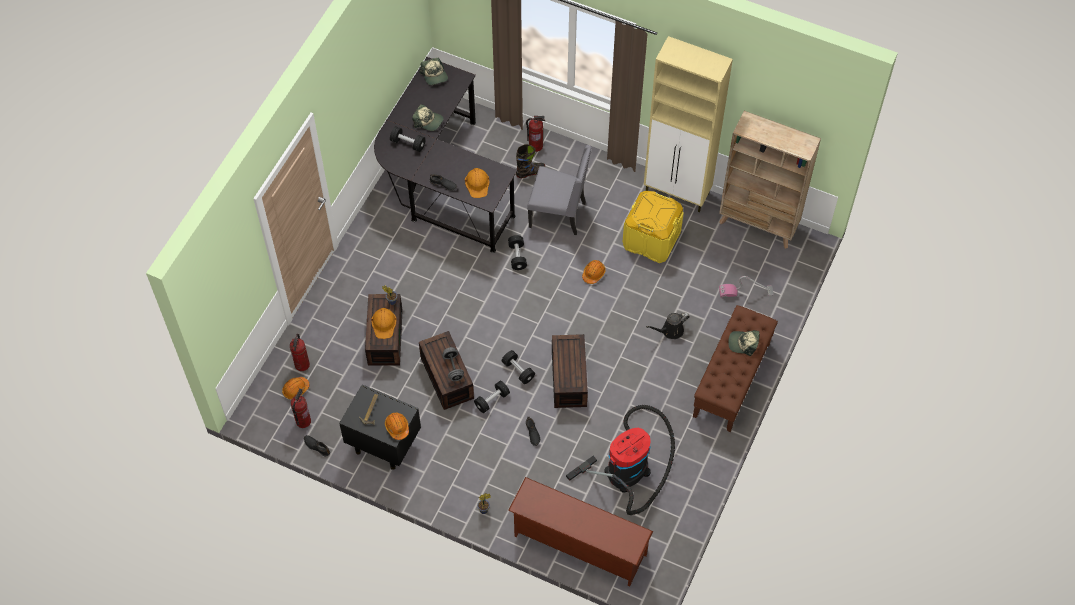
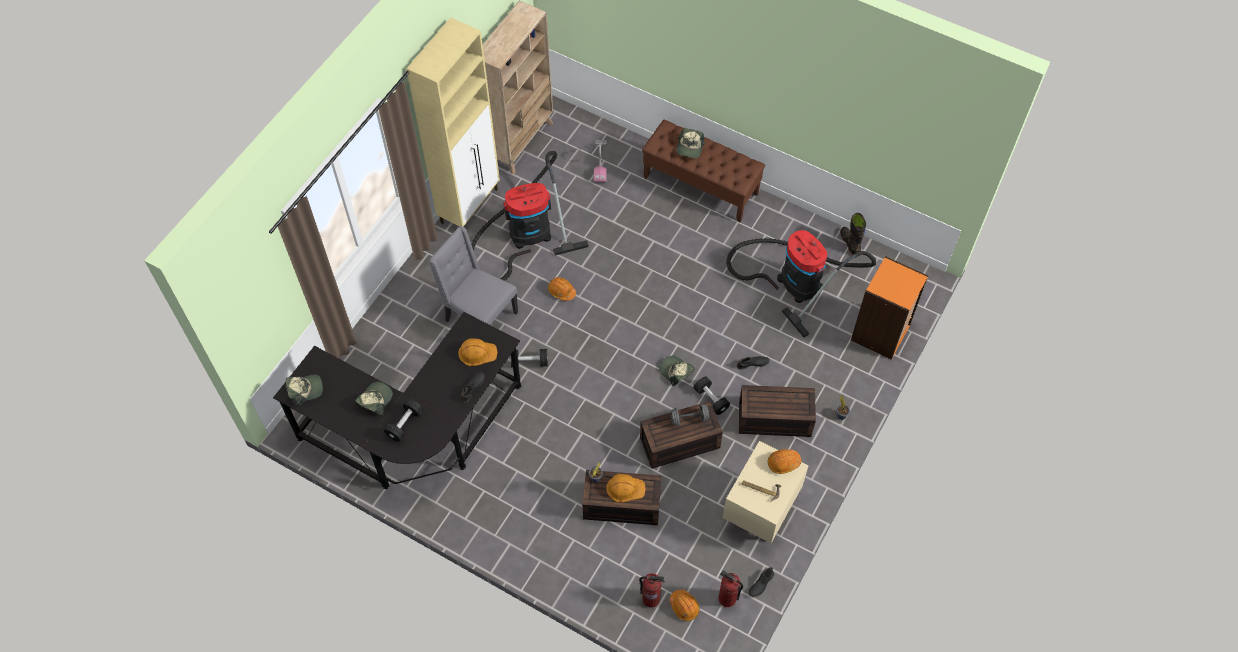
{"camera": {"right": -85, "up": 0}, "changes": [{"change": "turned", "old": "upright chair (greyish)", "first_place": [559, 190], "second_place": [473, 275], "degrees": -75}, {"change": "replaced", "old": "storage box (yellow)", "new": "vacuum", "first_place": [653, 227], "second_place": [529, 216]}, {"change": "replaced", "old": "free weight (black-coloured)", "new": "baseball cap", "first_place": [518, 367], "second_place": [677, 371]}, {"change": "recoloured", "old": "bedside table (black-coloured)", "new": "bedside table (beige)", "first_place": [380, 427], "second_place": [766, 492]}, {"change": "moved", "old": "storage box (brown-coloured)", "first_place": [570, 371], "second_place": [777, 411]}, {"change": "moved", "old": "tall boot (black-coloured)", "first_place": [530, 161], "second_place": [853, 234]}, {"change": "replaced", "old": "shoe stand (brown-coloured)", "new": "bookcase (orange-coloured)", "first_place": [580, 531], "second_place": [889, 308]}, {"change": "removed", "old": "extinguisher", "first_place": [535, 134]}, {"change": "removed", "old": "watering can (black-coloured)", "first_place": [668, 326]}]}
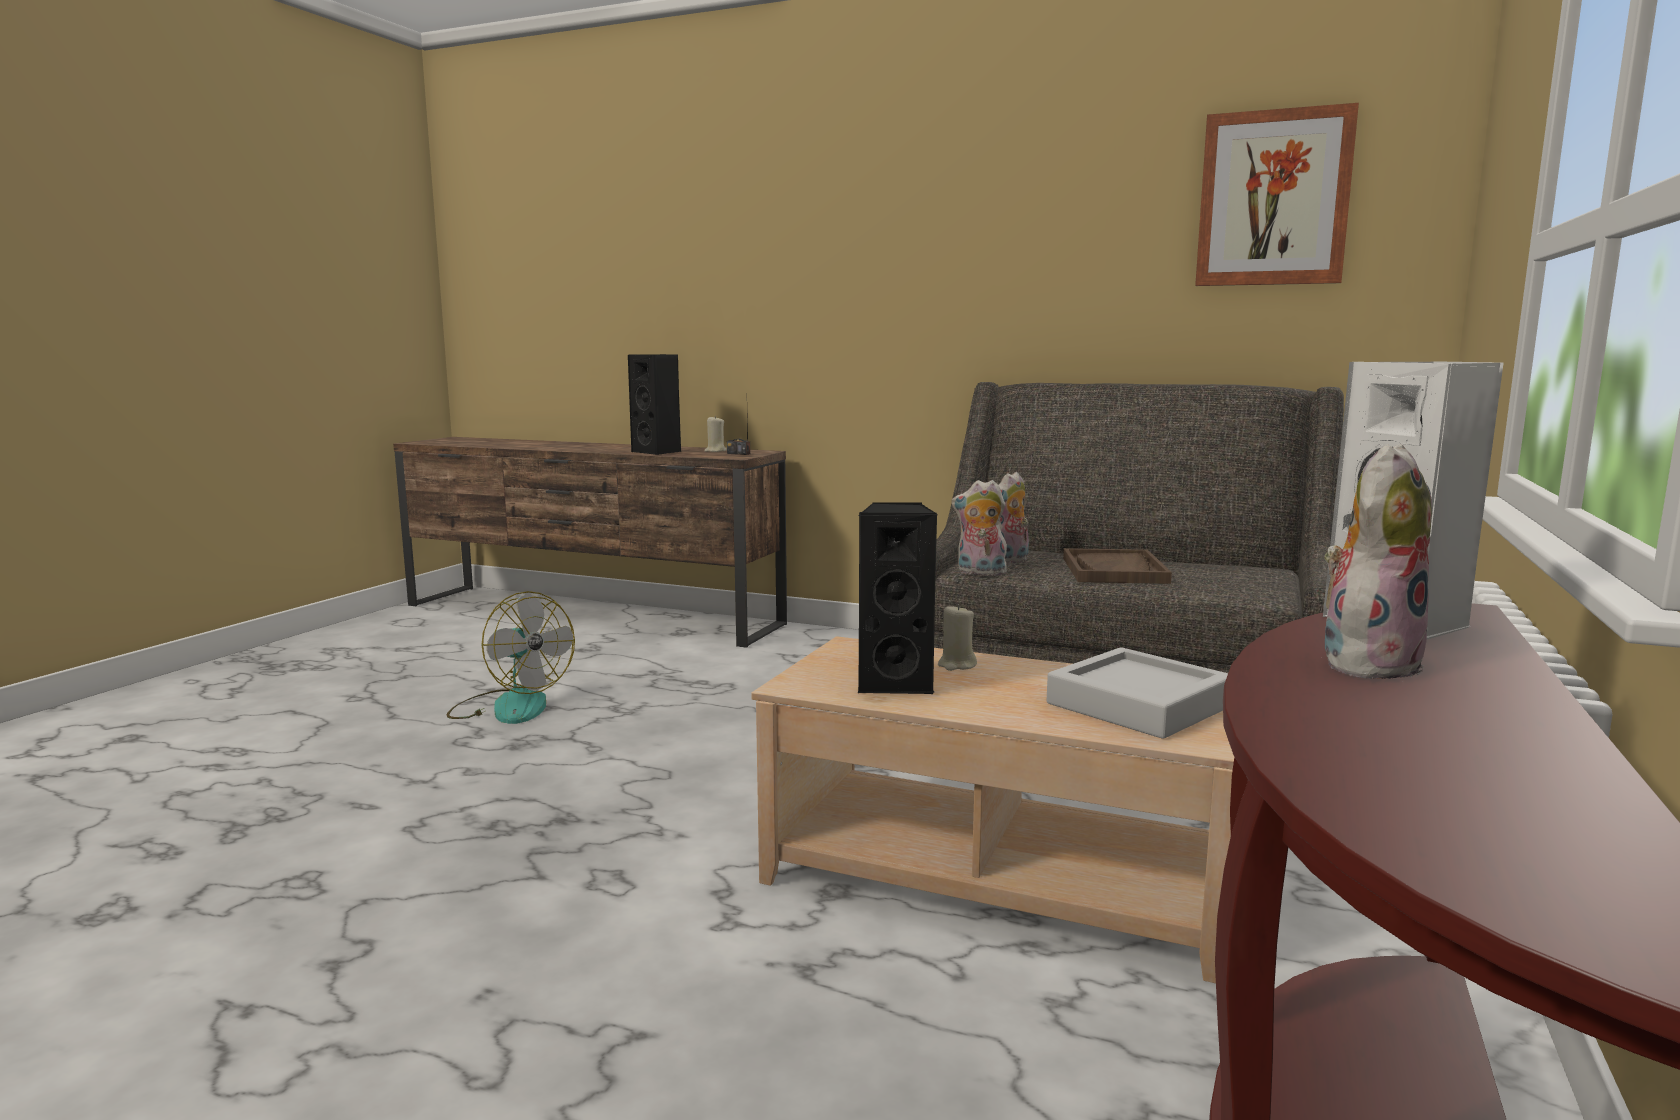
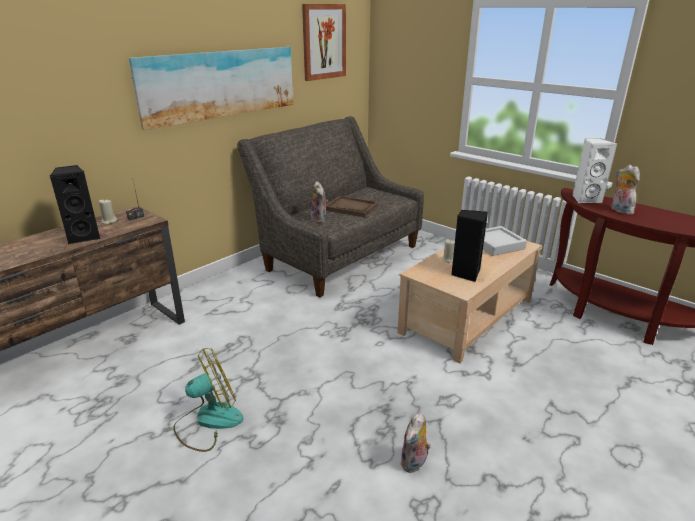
{"camera": {"right": -70, "up": 15}, "changes": [{"change": "added", "new": "wall picture", "second_place": [211, 88]}, {"change": "moved", "old": "cuddly toy", "first_place": [979, 528], "second_place": [415, 442]}]}
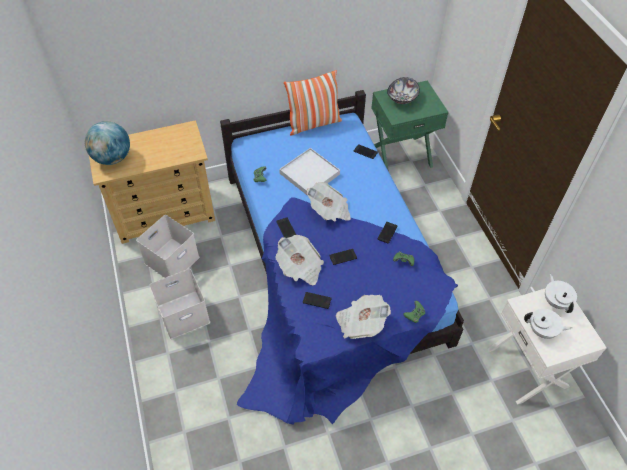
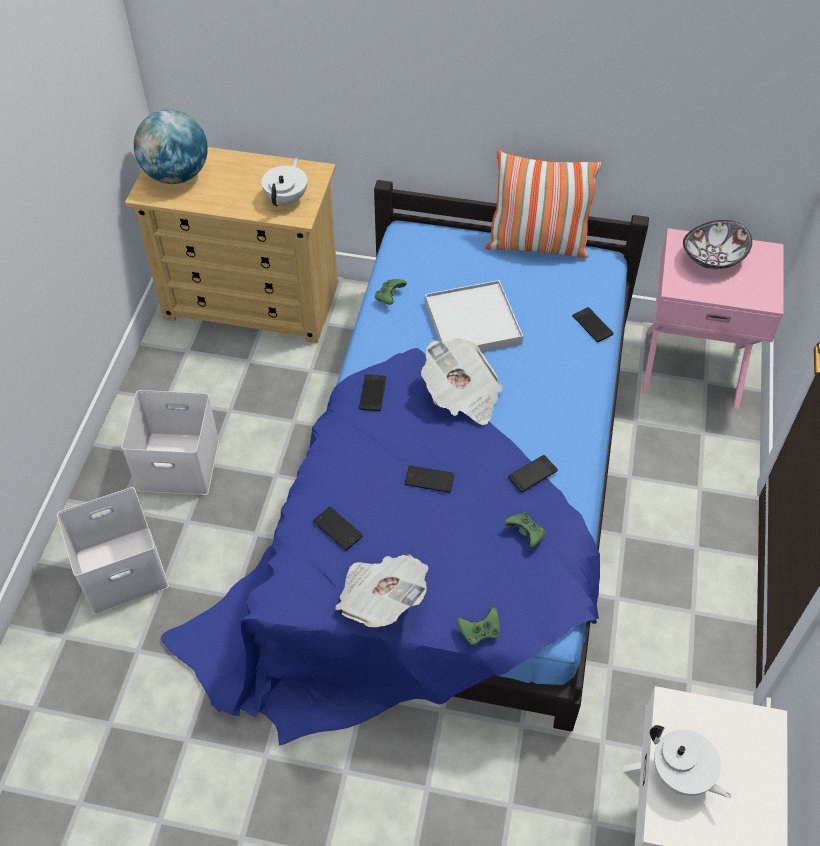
{"camera": {"right": 30, "up": 0}, "changes": [{"change": "moved", "old": "storage box (white)", "first_place": [167, 249], "second_place": [113, 551]}, {"change": "moved", "old": "pot for tea (white)", "first_place": [561, 293], "second_place": [284, 182]}, {"change": "recoloured", "old": "bedside table (green-coloured)", "new": "bedside table (pink-coloured)", "first_place": [409, 125], "second_place": [713, 318]}, {"change": "removed", "old": "daily paper", "first_place": [299, 260]}]}
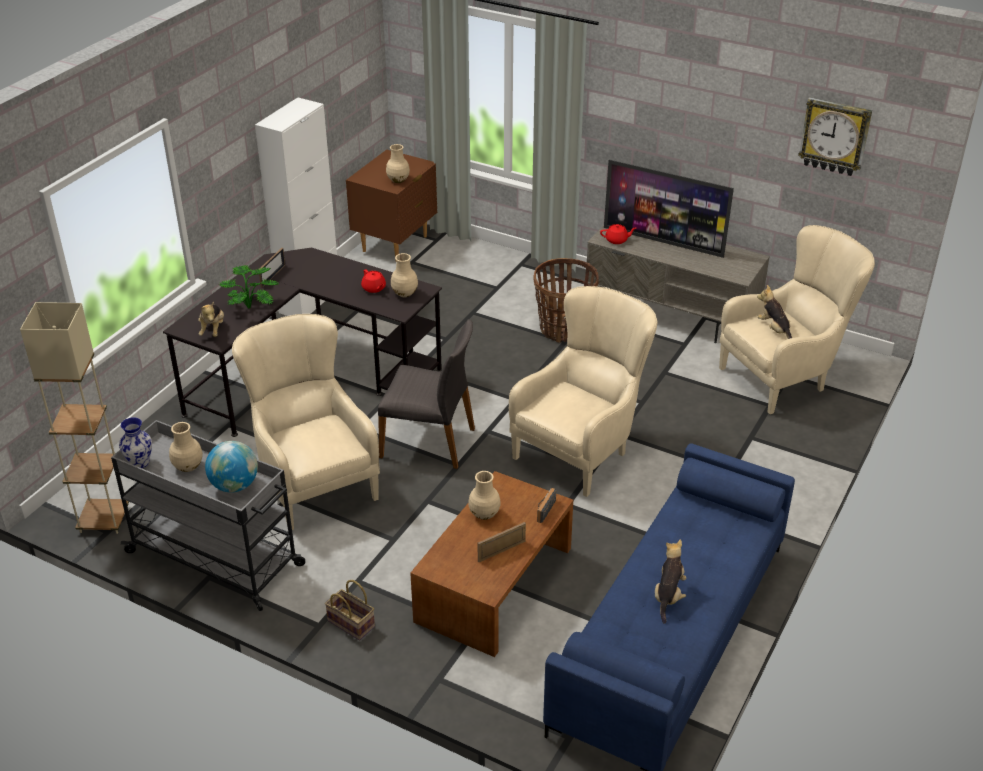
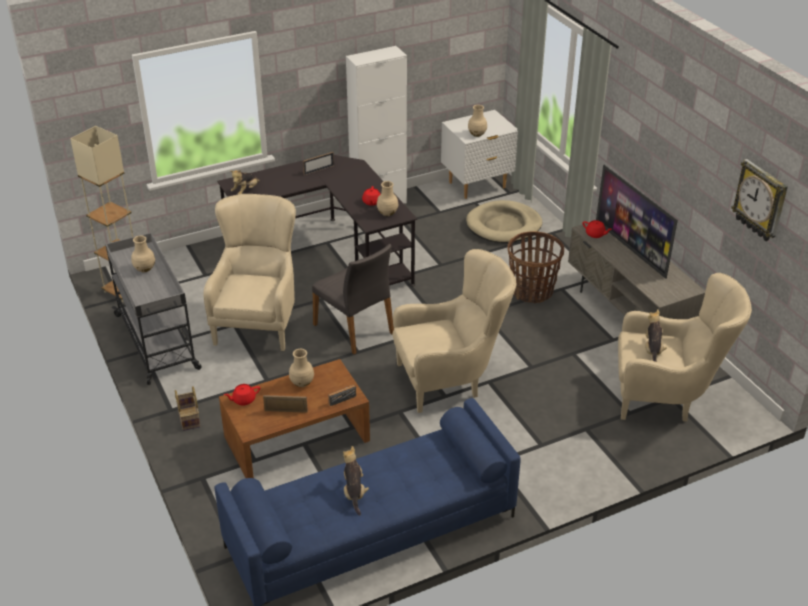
{"camera": {"right": 35, "up": 0}, "changes": [{"change": "added", "new": "pot for tea (red-coloured)", "second_place": [242, 394]}, {"change": "turned", "old": "cuddly toy", "first_place": [670, 581], "second_place": [356, 481], "degrees": -60}, {"change": "recoloured", "old": "bedside table (brown-coloured)", "new": "bedside table (white)", "first_place": [391, 203], "second_place": [479, 154]}, {"change": "added", "new": "dog cushion (beige)", "second_place": [504, 221]}, {"change": "removed", "old": "decorative vase", "first_place": [135, 442]}, {"change": "removed", "old": "desk globe", "first_place": [231, 467]}, {"change": "removed", "old": "potted plant", "first_place": [249, 287]}]}
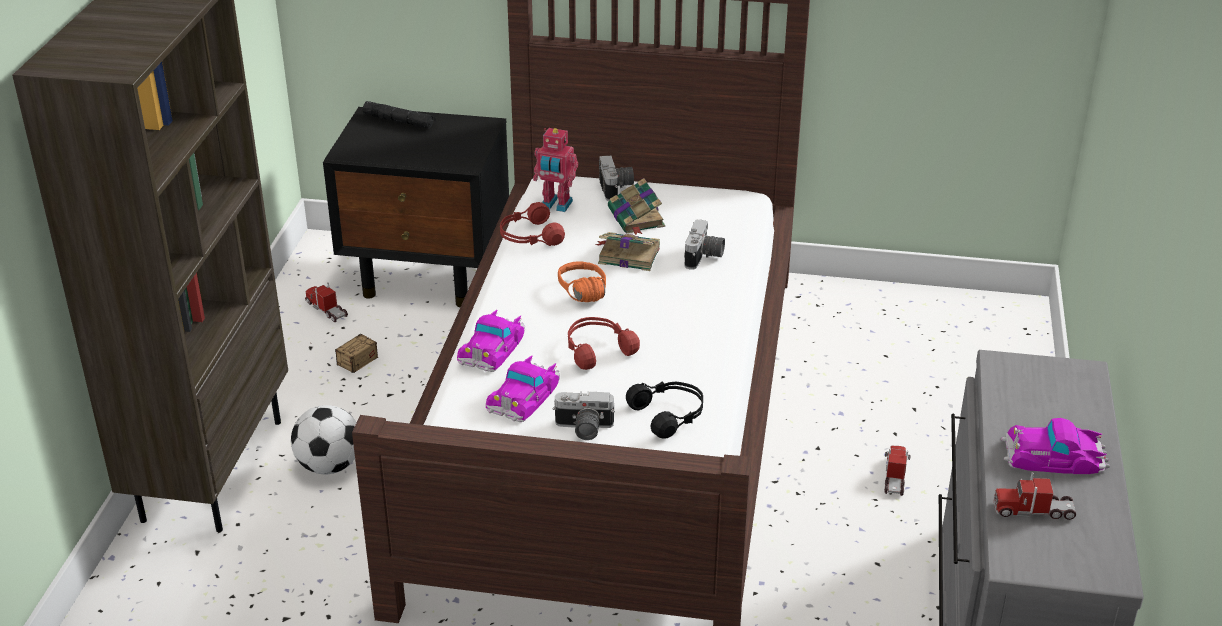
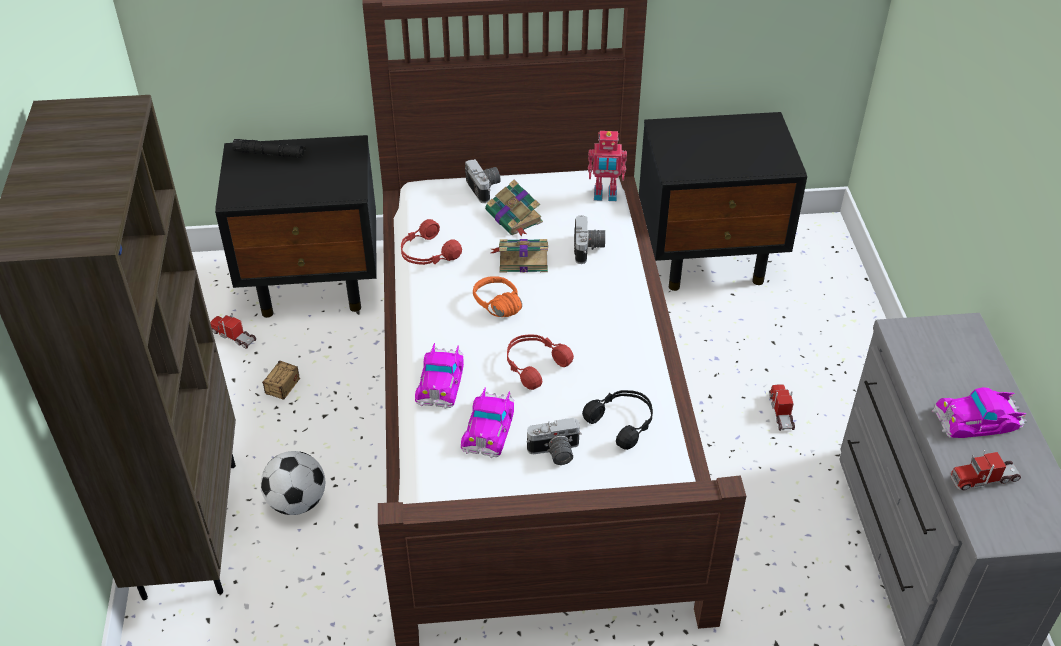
{"camera": {"right": -15, "up": 10}, "changes": [{"change": "moved", "old": "robot figure", "first_place": [555, 170], "second_place": [607, 166]}, {"change": "added", "new": "bedside table (black-coloured)", "second_place": [723, 201]}]}
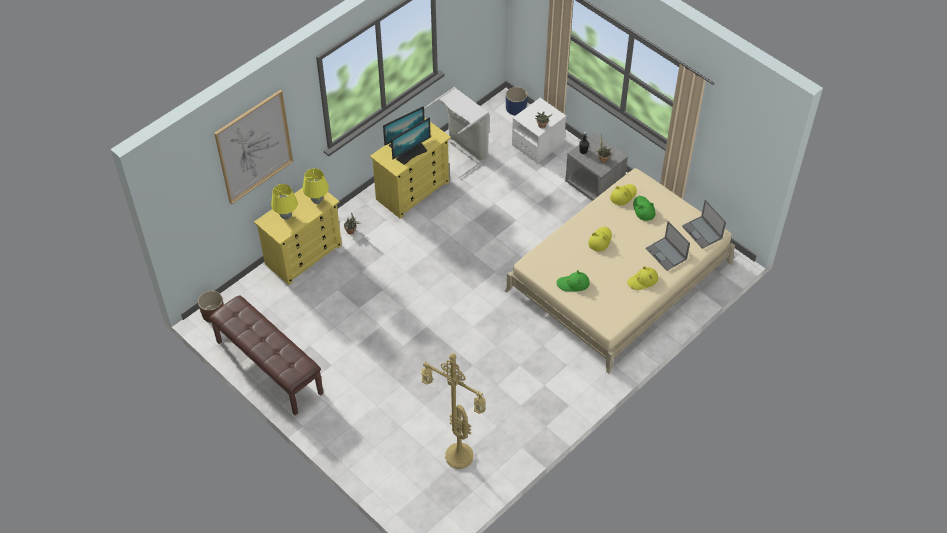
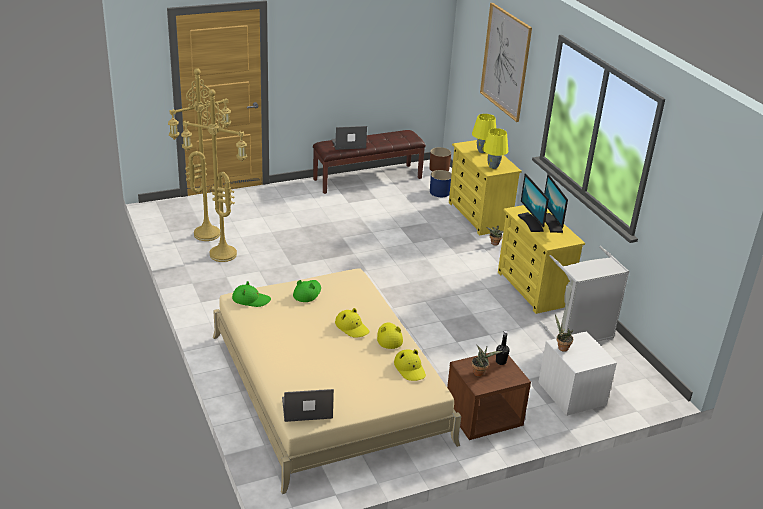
{"camera": {"right": 110, "up": -20}, "changes": [{"change": "added", "new": "standard lamp (yellow)", "second_place": [214, 175]}, {"change": "moved", "old": "clothing hat (green-coloured)", "first_place": [644, 208], "second_place": [251, 294]}, {"change": "moved", "old": "portable computer", "first_place": [668, 246], "second_place": [349, 138]}, {"change": "moved", "old": "clothing hat (yellow)", "first_place": [642, 278], "second_place": [390, 335]}, {"change": "moved", "old": "planter (blue)", "first_place": [517, 101], "second_place": [441, 183]}, {"change": "recoloured", "old": "bedside table (greyish)", "new": "bedside table (brown-coloured)", "first_place": [596, 167], "second_place": [489, 396]}]}
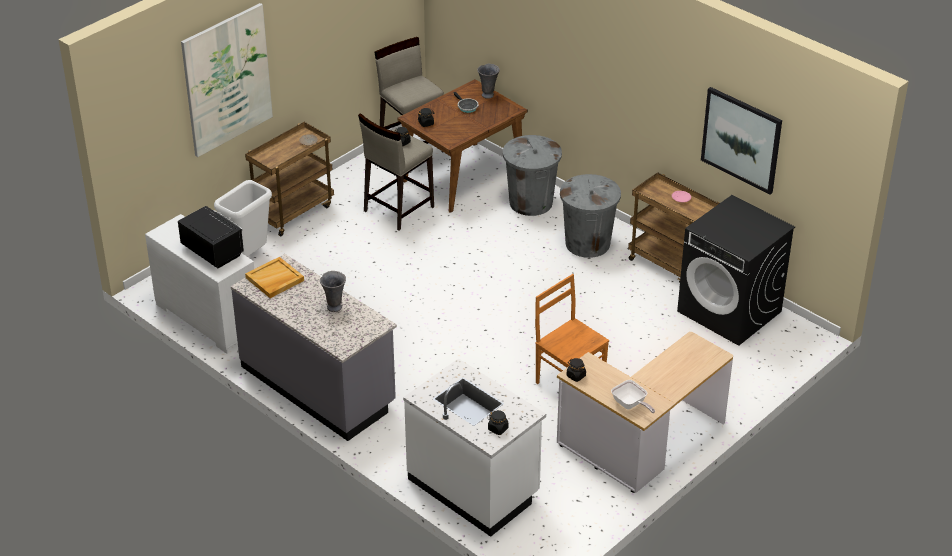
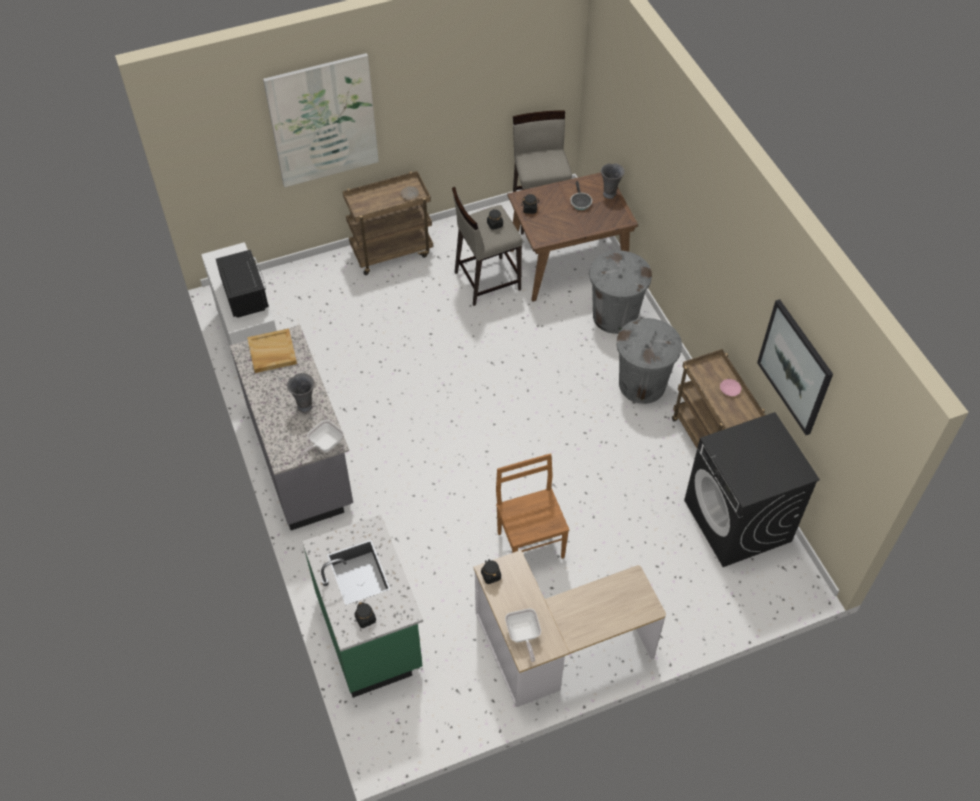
{"camera": {"right": 25, "up": 15}, "changes": [{"change": "added", "new": "skillet", "second_place": [321, 439]}, {"change": "recoloured", "old": "kitchen base unit (white)", "new": "kitchen base unit (green-coloured)", "first_place": [474, 447], "second_place": [362, 606]}, {"change": "removed", "old": "trash can (white)", "first_place": [243, 218]}]}
